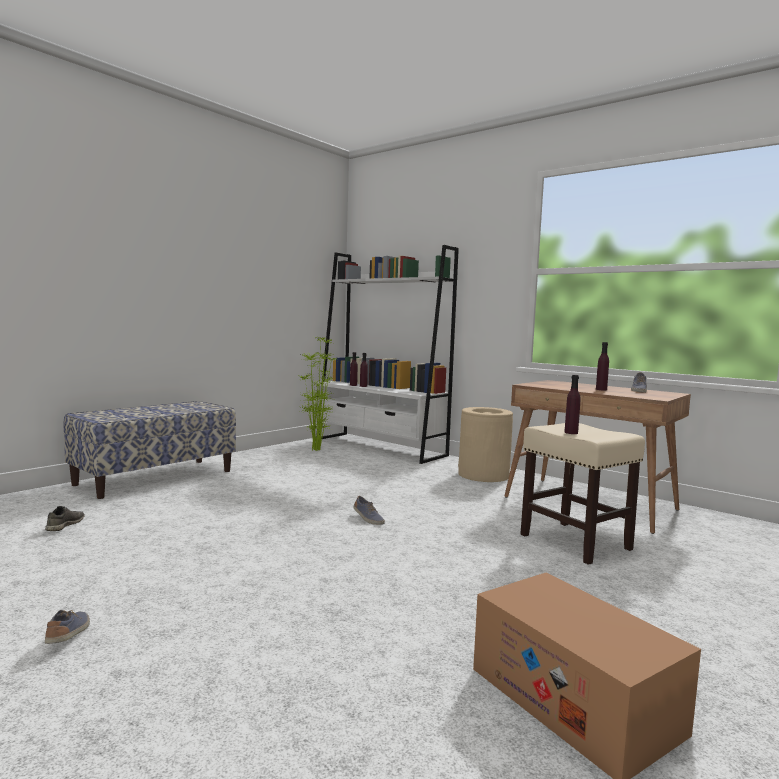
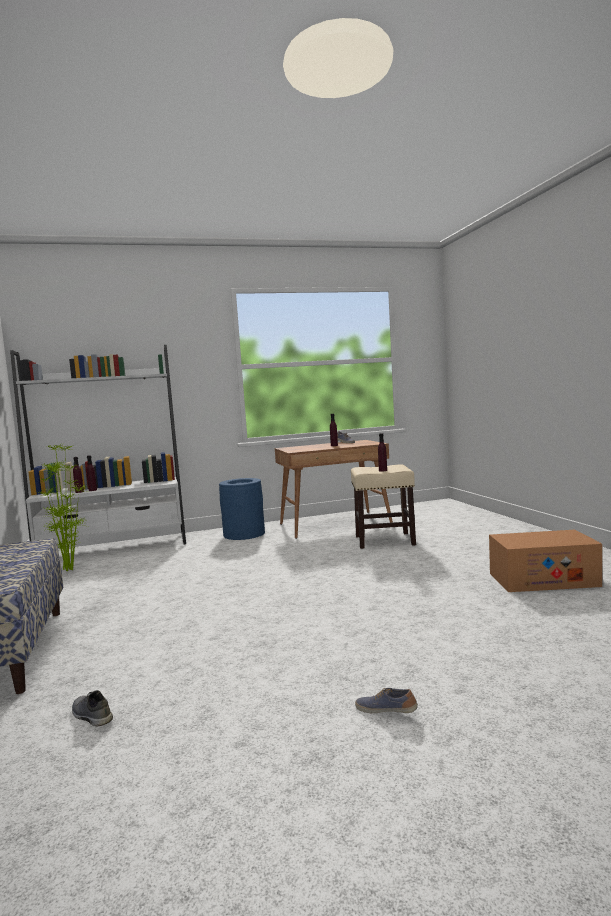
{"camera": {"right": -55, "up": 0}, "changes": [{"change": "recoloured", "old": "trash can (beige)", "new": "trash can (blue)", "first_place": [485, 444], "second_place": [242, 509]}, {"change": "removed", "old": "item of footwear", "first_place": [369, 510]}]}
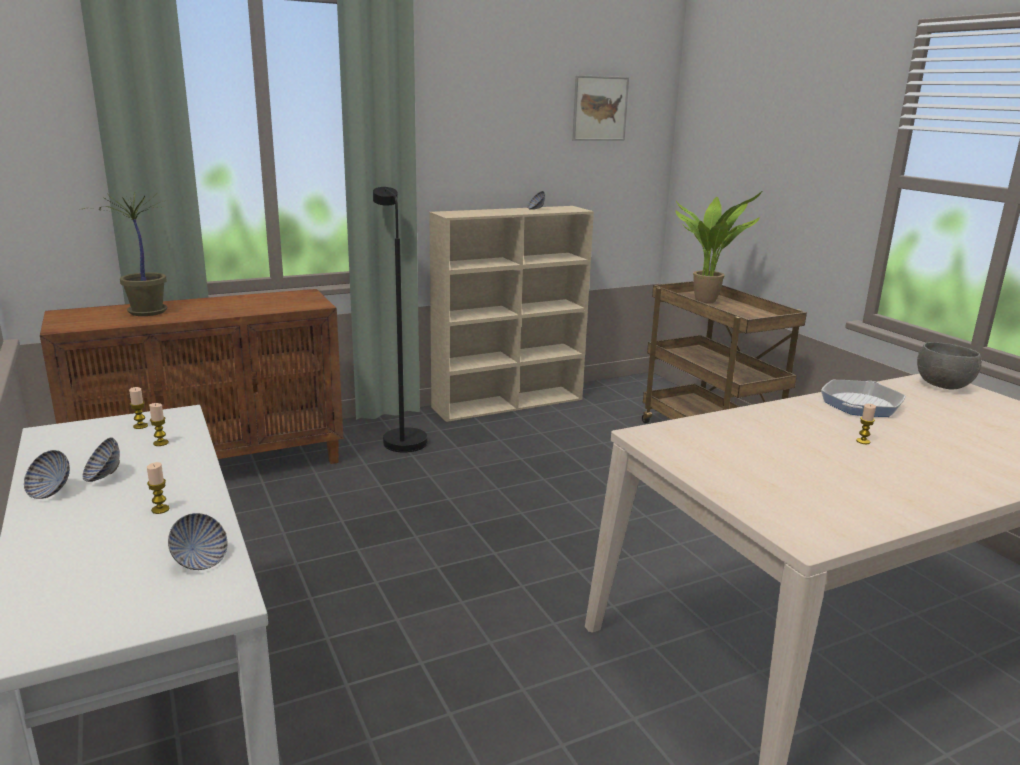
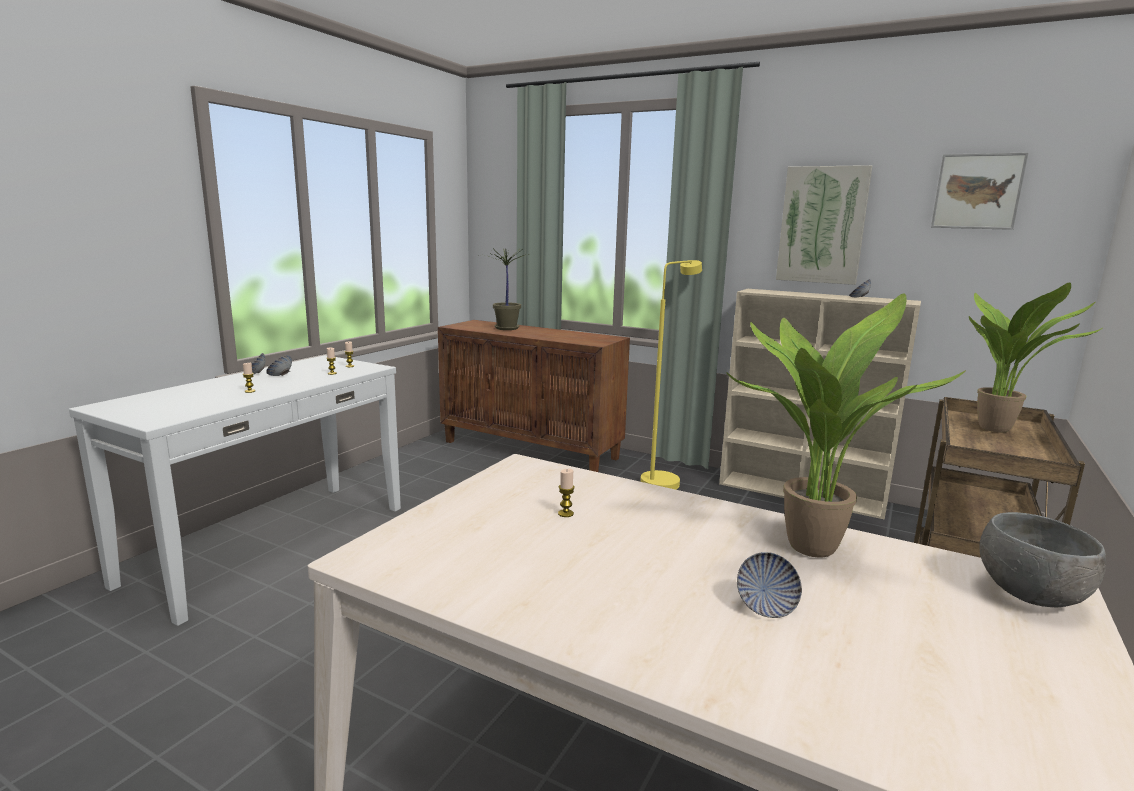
{"camera": {"right": 55, "up": -5}, "changes": [{"change": "moved", "old": "candle", "first_place": [866, 424], "second_place": [566, 493]}, {"change": "recoloured", "old": "standard lamp (black-coloured)", "new": "standard lamp (yellow)", "first_place": [400, 320], "second_place": [671, 375]}, {"change": "replaced", "old": "skillet", "new": "potted plant", "first_place": [863, 398], "second_place": [846, 425]}, {"change": "moved", "old": "serving bowl", "first_place": [197, 541], "second_place": [769, 585]}, {"change": "added", "new": "wall picture", "second_place": [824, 225]}]}
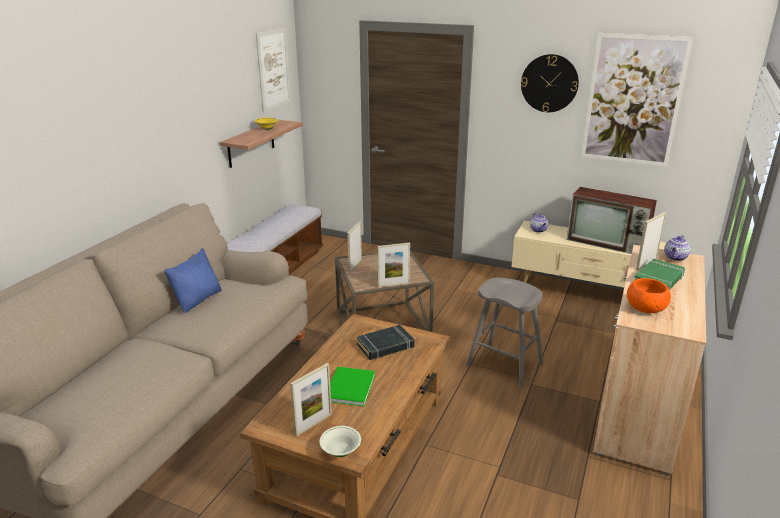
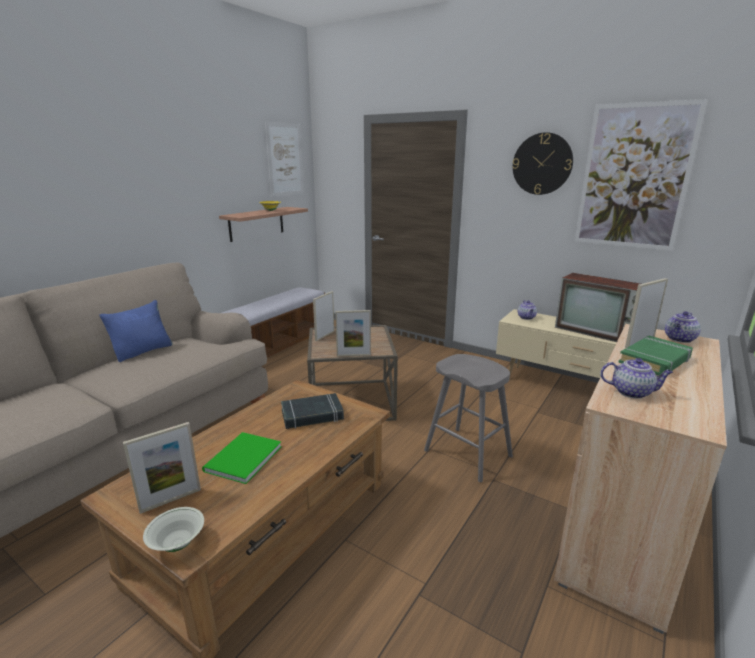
{"camera": {"right": 10, "up": -5}, "changes": [{"change": "replaced", "old": "serving bowl (orange-coloured)", "new": "pot for tea", "first_place": [649, 295], "second_place": [636, 378]}]}
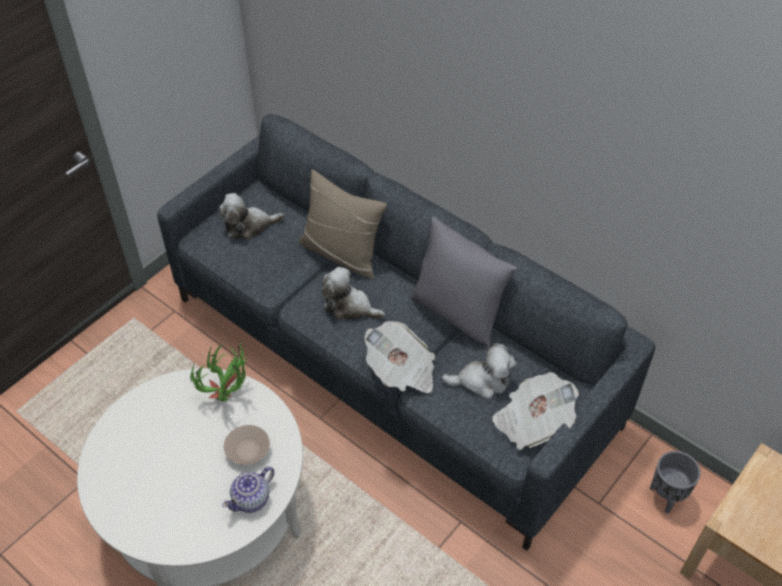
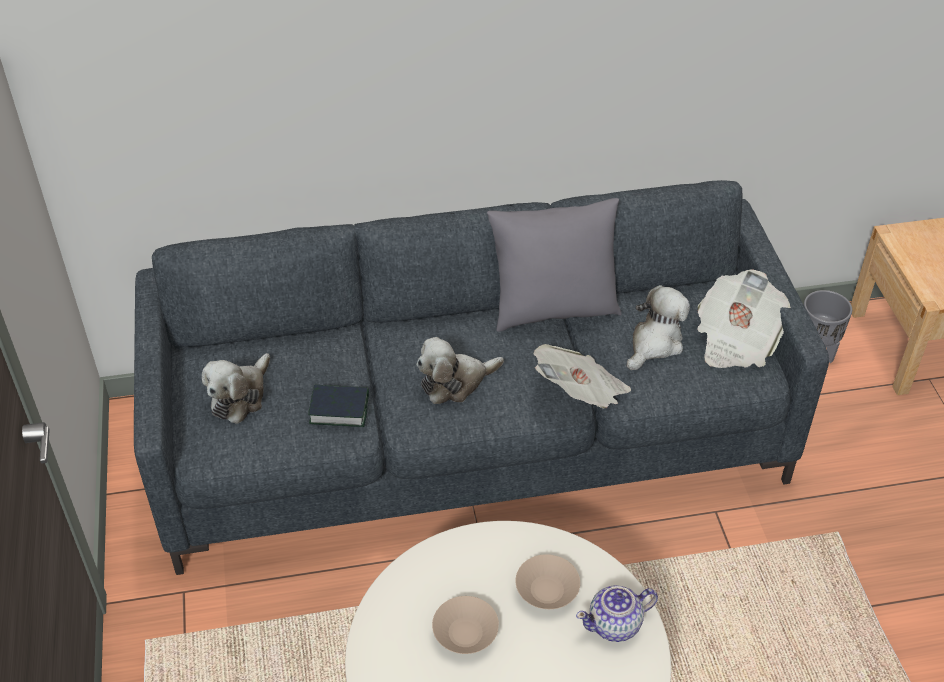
{"camera": {"right": -50, "up": -5}, "changes": [{"change": "added", "new": "bound book", "second_place": [338, 406]}, {"change": "added", "new": "serving bowl (beige)", "second_place": [465, 625]}, {"change": "turned", "old": "pot for tea", "first_place": [248, 489], "second_place": [617, 613], "degrees": 75}, {"change": "removed", "old": "potted plant", "first_place": [219, 372]}, {"change": "removed", "old": "cushion (beige)", "first_place": [343, 224]}]}
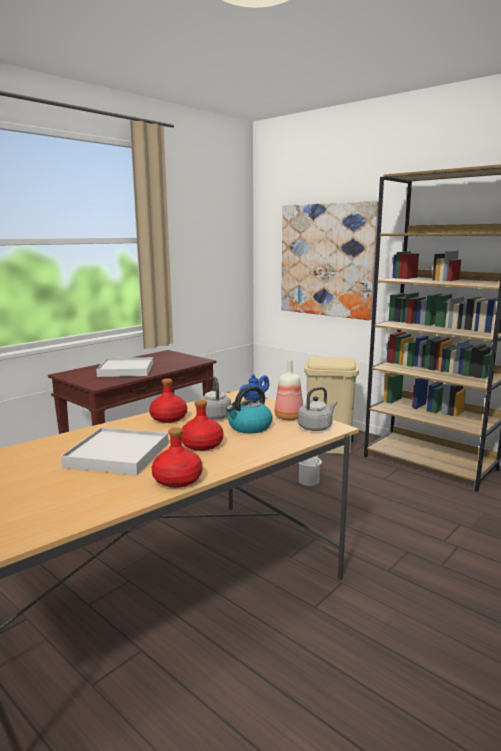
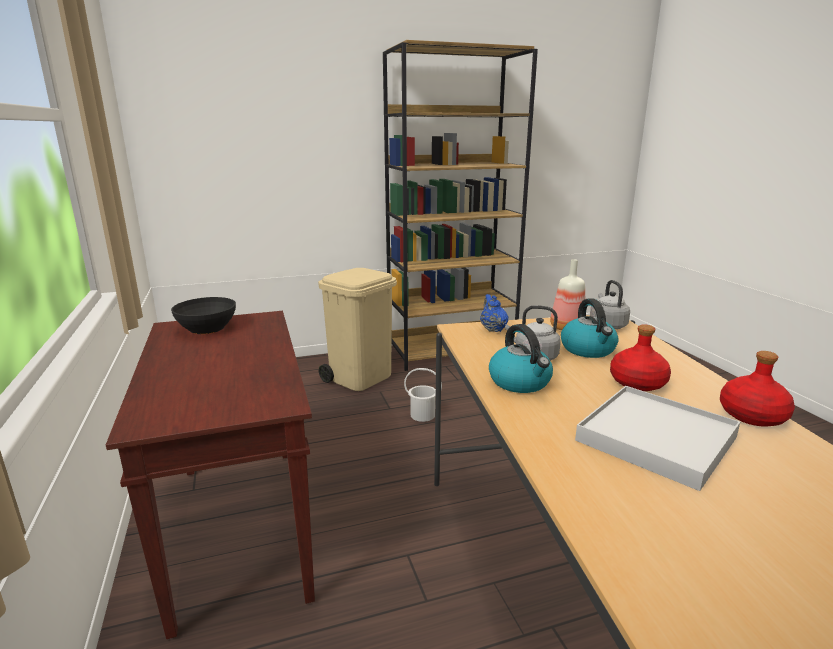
{"camera": {"right": -60, "up": 5}, "changes": [{"change": "added", "new": "serving bowl (black-coloured)", "second_place": [203, 315]}, {"change": "replaced", "old": "beverage bottle (red-coloured)", "new": "tea kettle", "first_place": [168, 401], "second_place": [521, 358]}, {"change": "removed", "old": "tray (white)", "first_place": [124, 367]}, {"change": "removed", "old": "wall picture", "first_place": [330, 260]}]}
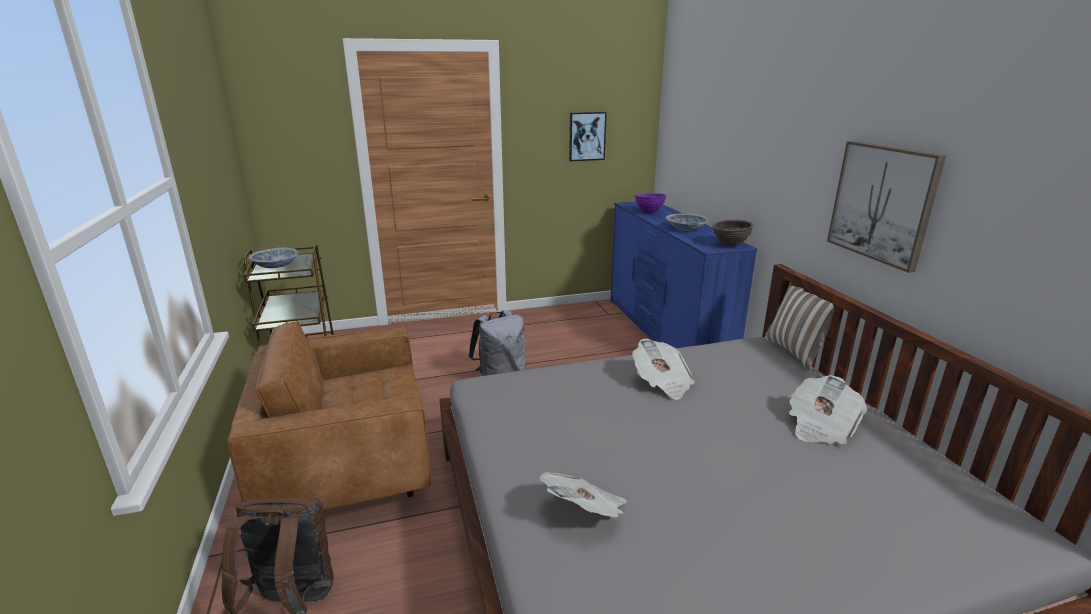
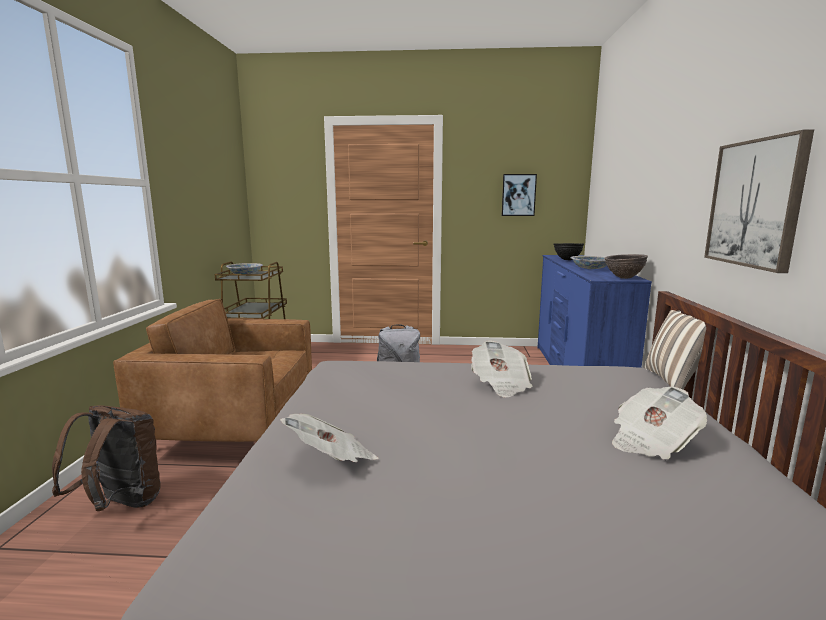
{"camera": {"right": 20, "up": -10}, "changes": [{"change": "recoloured", "old": "serving bowl (purplish)", "new": "serving bowl (black-coloured)", "first_place": [650, 203], "second_place": [568, 251]}]}
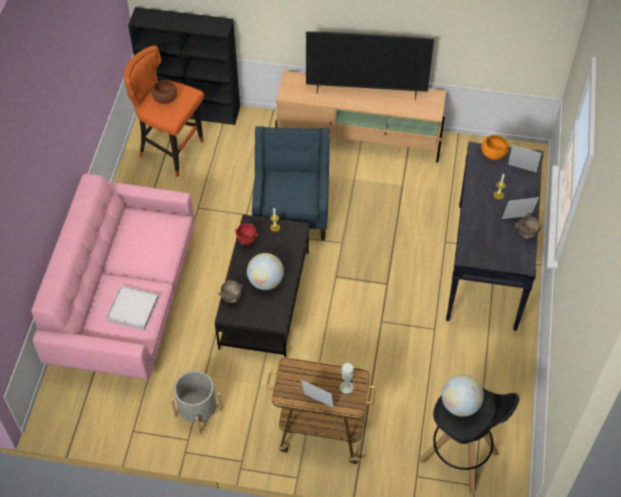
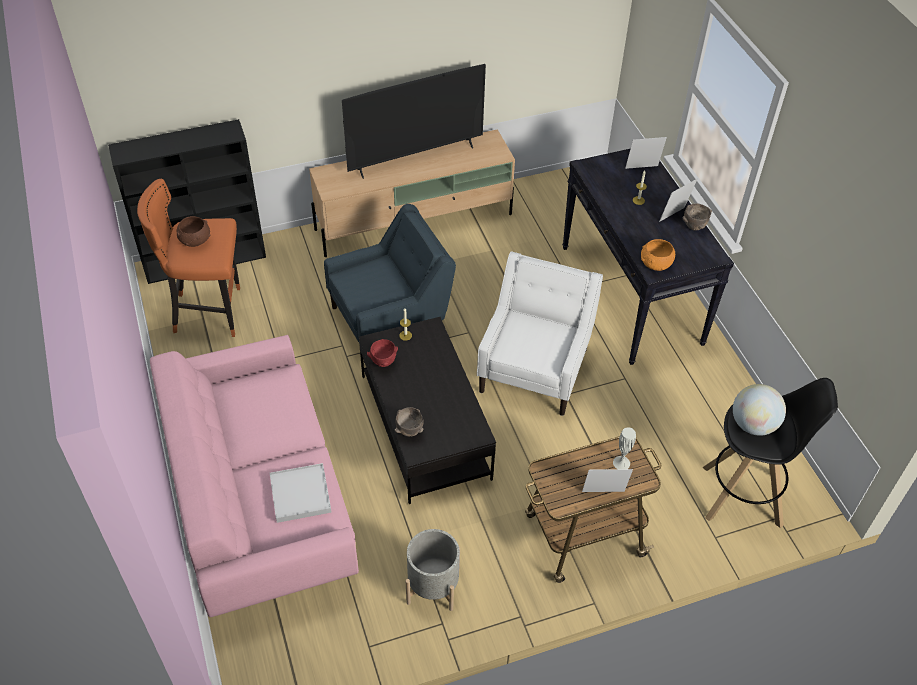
{"camera": {"right": -30, "up": -5}, "changes": [{"change": "turned", "old": "armchair (blue)", "first_place": [291, 183], "second_place": [390, 283], "degrees": 90}, {"change": "added", "new": "armchair (white)", "second_place": [540, 334]}, {"change": "moved", "old": "serving bowl (orange-coloured)", "first_place": [495, 147], "second_place": [658, 255]}, {"change": "removed", "old": "desk globe", "first_place": [265, 271]}]}
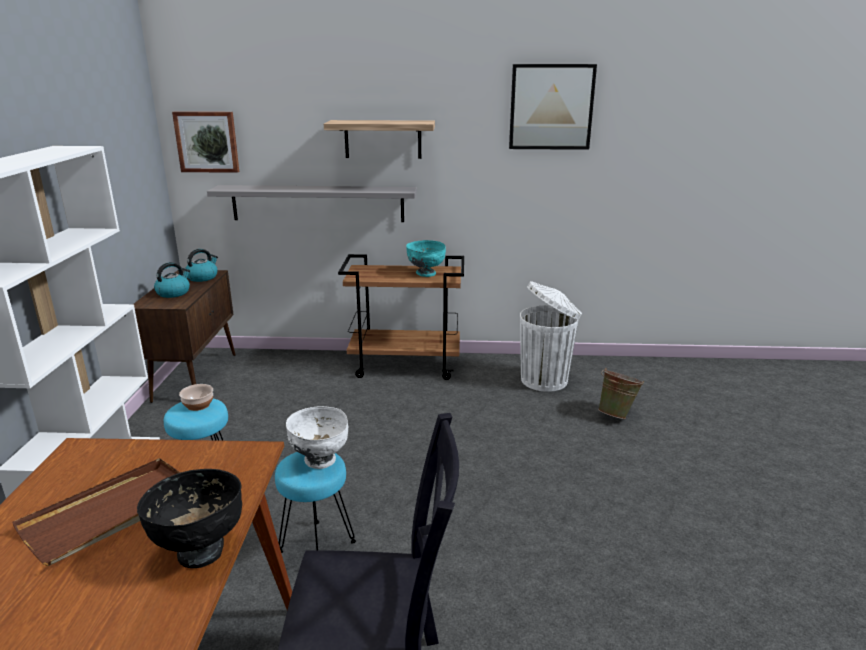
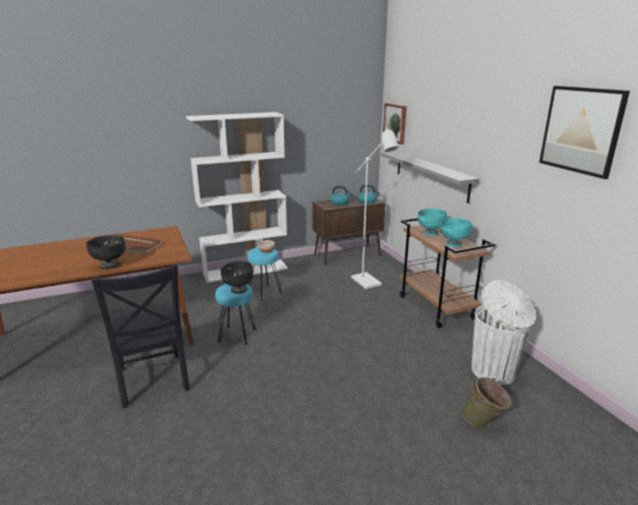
{"camera": {"right": 65, "up": 0}, "changes": [{"change": "recoloured", "old": "serving bowl (white)", "new": "serving bowl (black-coloured)", "first_place": [317, 437], "second_place": [237, 277]}, {"change": "added", "new": "standard lamp (white)", "second_place": [375, 208]}, {"change": "added", "new": "serving bowl (turquoise-coloured)", "second_place": [432, 222]}, {"change": "removed", "old": "wall shelf", "first_place": [379, 139]}]}
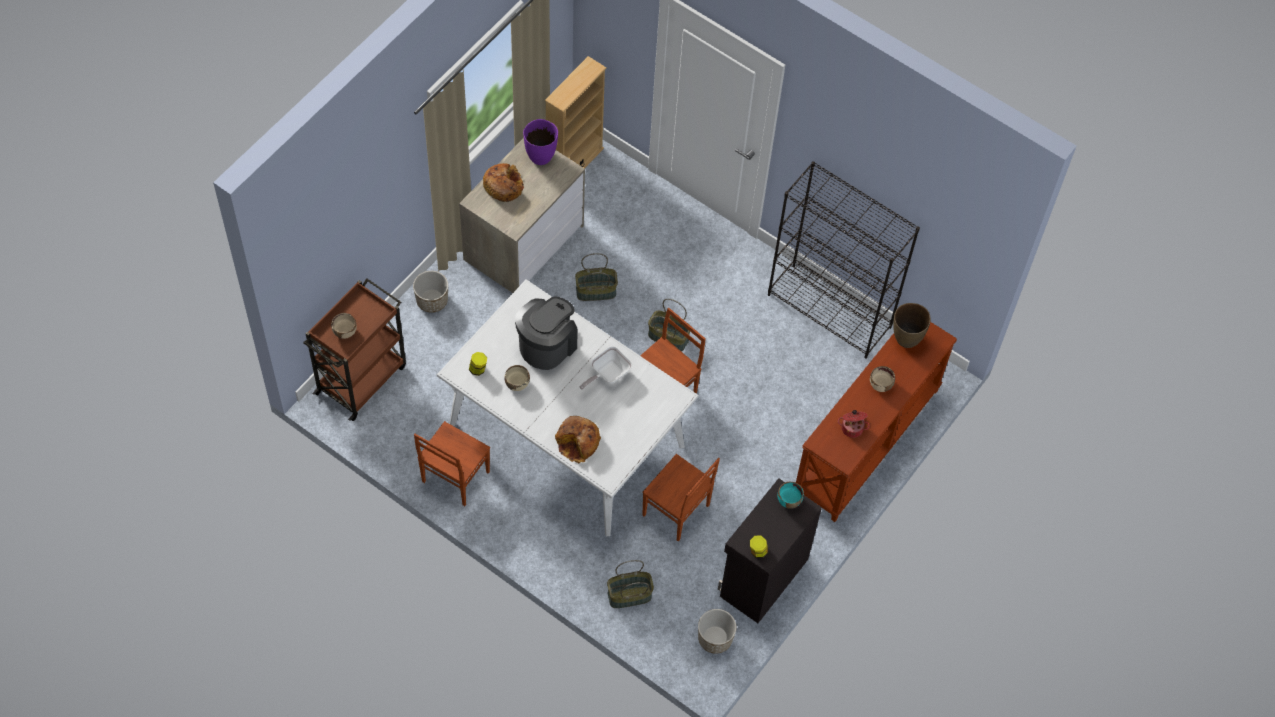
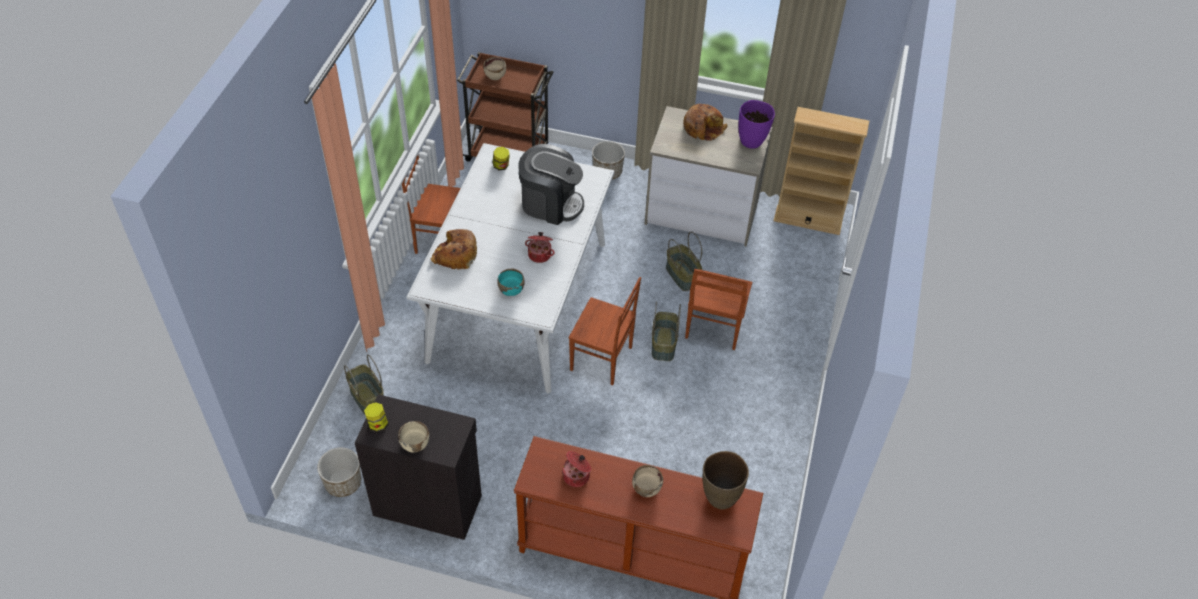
{"camera": {"right": 70, "up": -10}, "changes": [{"change": "moved", "old": "serving bowl (beige)", "first_place": [517, 378], "second_place": [413, 437]}, {"change": "moved", "old": "serving bowl (turquoise-coloured)", "first_place": [790, 495], "second_place": [510, 282]}, {"change": "replaced", "old": "skillet", "new": "saucepot", "first_place": [606, 368], "second_place": [540, 247]}, {"change": "moved", "old": "upright chair (brown-coloured)", "first_place": [681, 498], "second_place": [718, 309]}, {"change": "removed", "old": "bookcase (black-coloured)", "first_place": [844, 260]}]}
